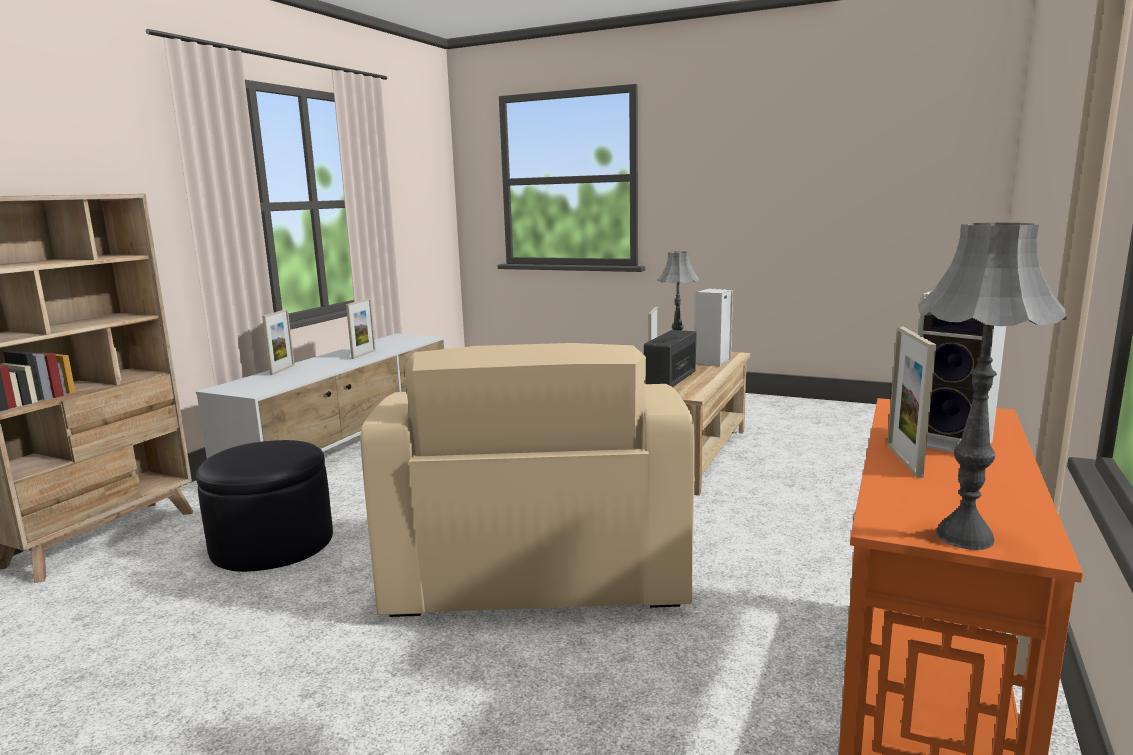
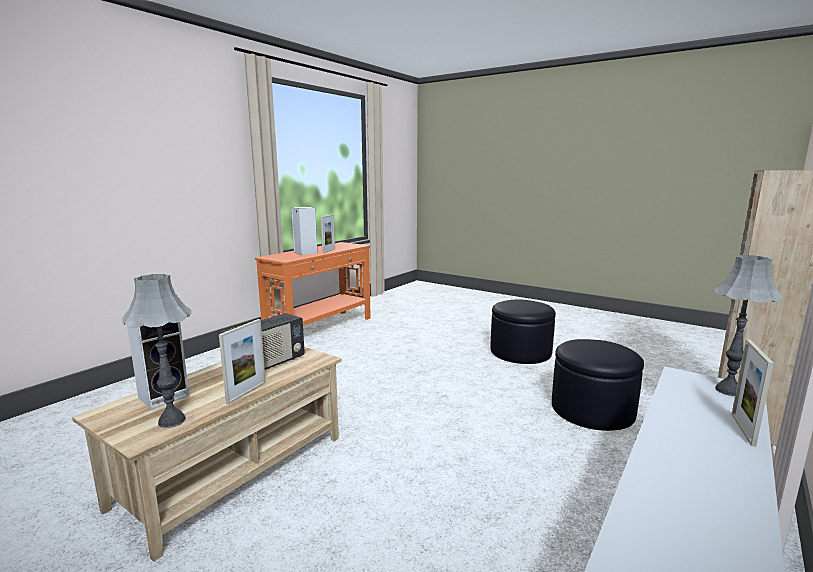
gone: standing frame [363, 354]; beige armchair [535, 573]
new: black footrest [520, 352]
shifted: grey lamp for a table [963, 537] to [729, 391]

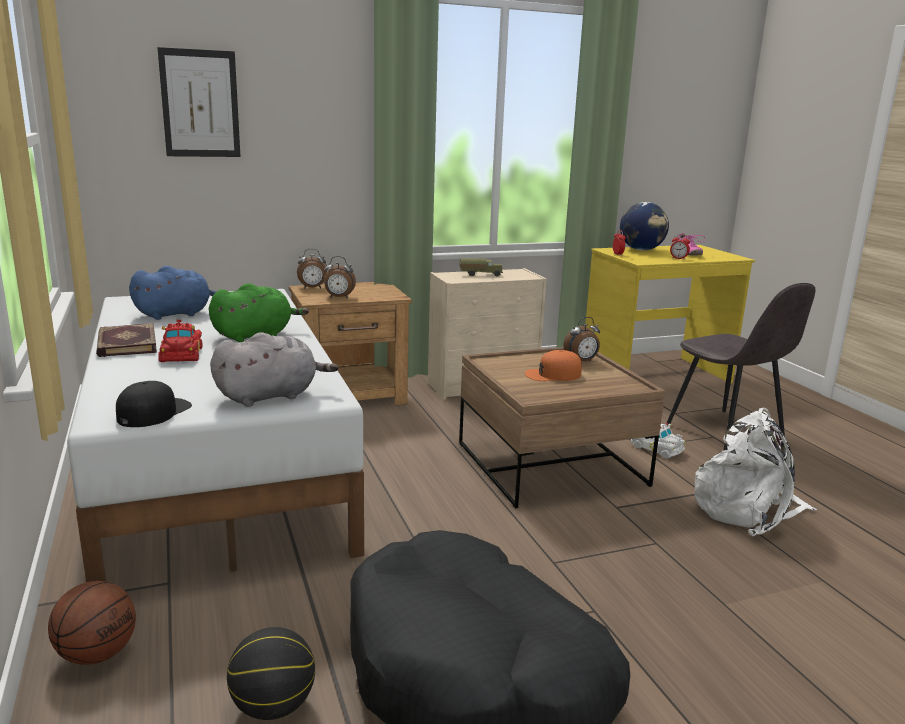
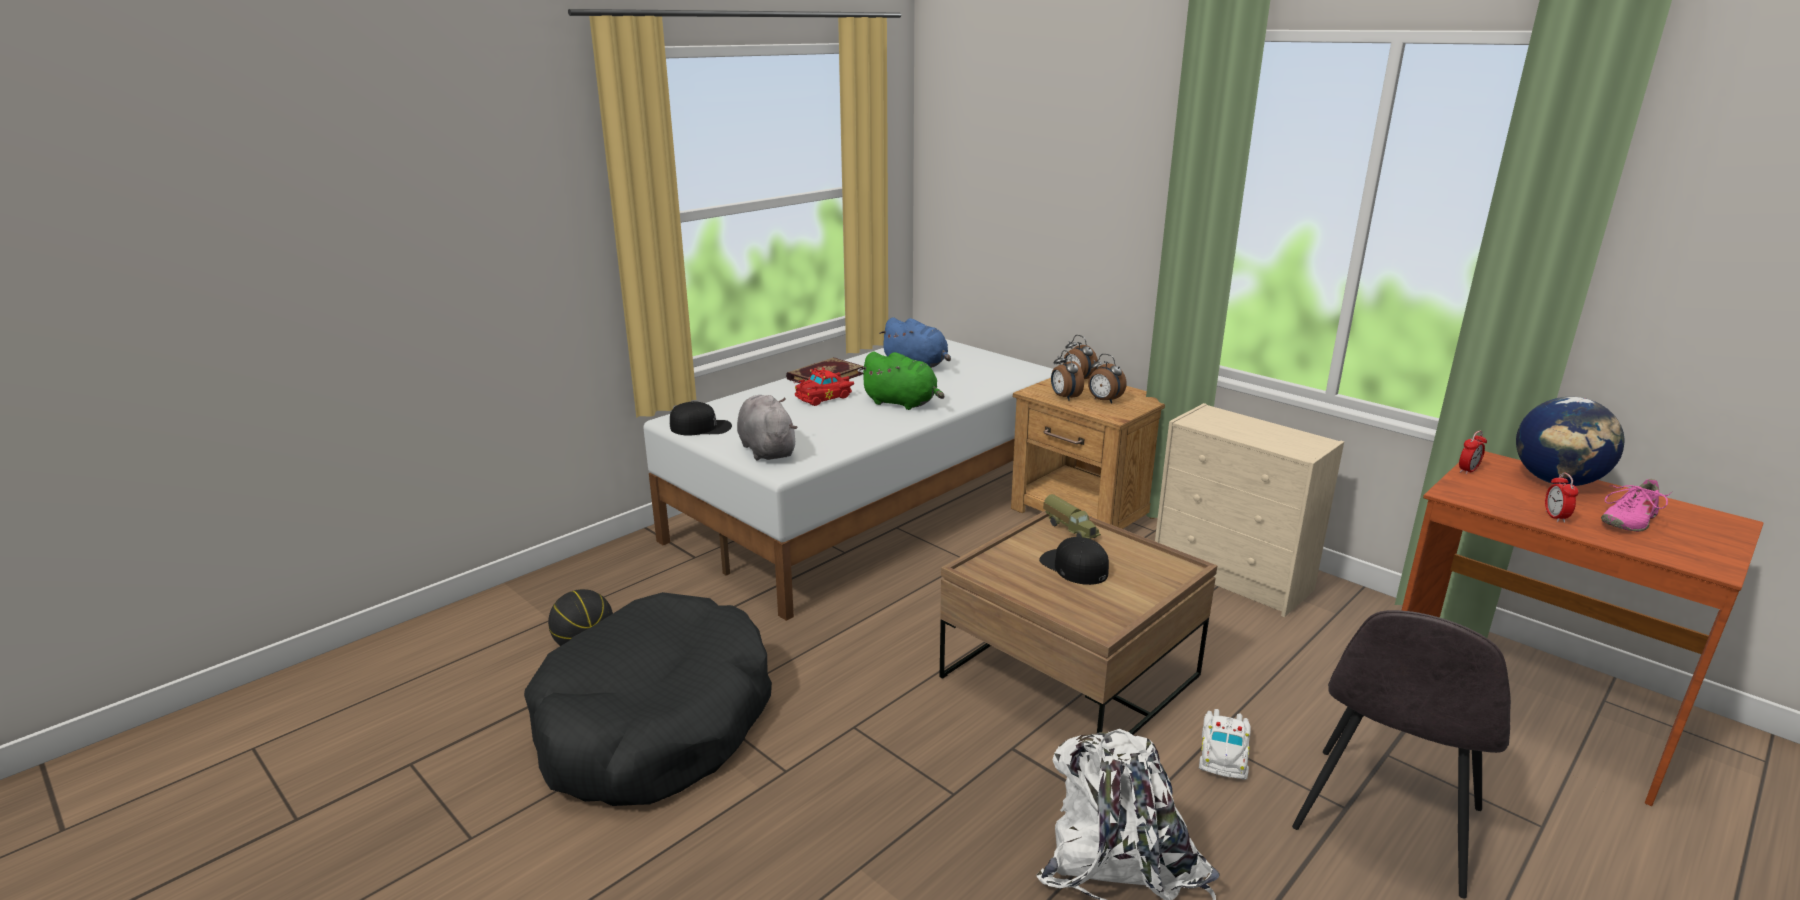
gone: basketball ball [97, 653]; wall art [200, 104]
shifted: toy lorry [480, 275] to [1070, 529]; table clock [581, 361] to [1103, 400]
repainted: orangey cap [553, 374] to black cap [1074, 566]; yellow desk table [656, 376] to brown desk table [1525, 710]
rotated: grey cuddly toy [271, 396] = [766, 449] 150 degrees counterclockwise

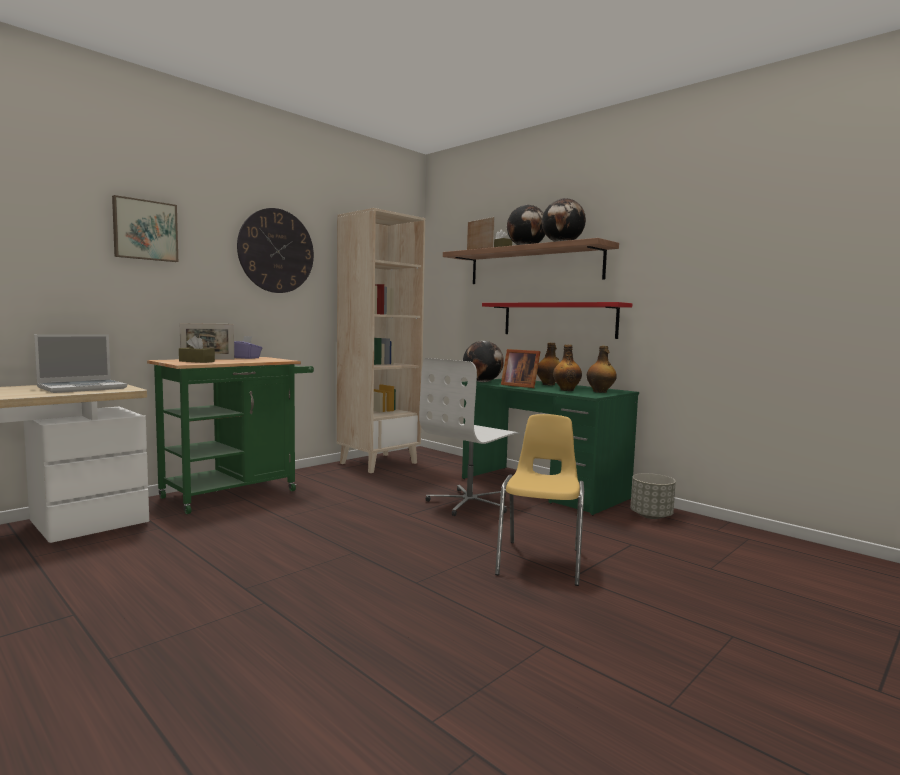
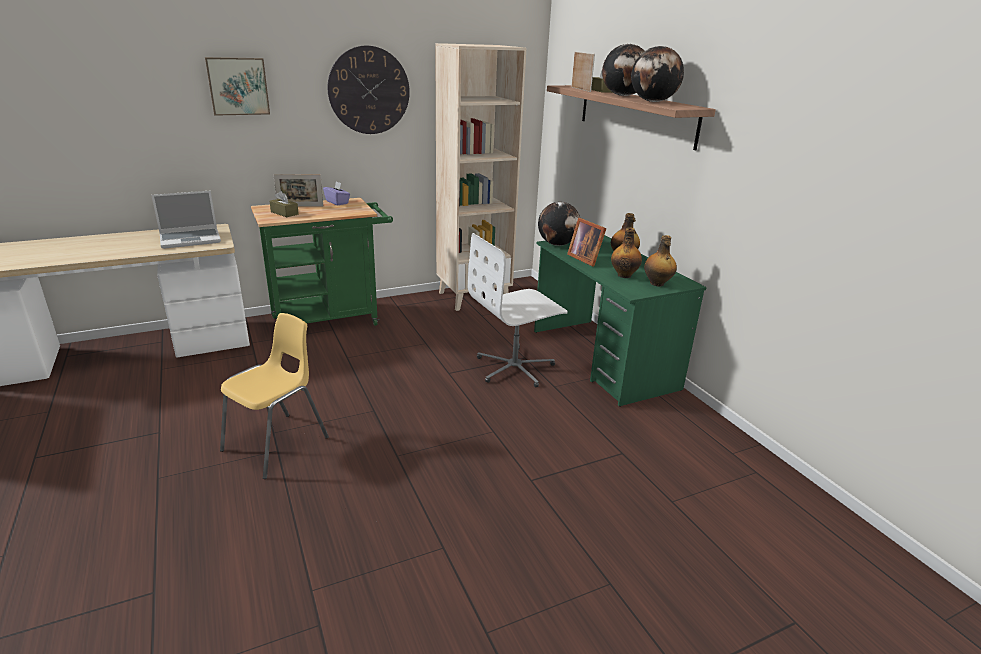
gone: reddish bracket shelf [558, 320]; grey flower pot [651, 516]
shifted: yellow upright chair [541, 561] to [277, 444]

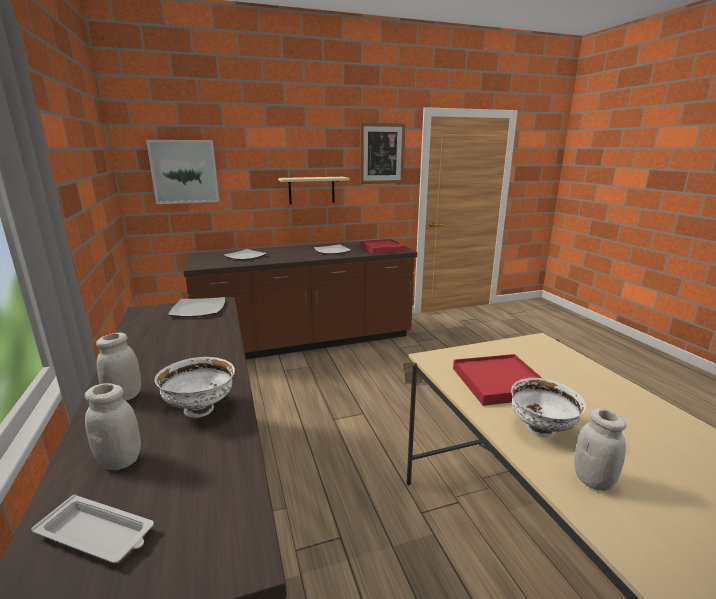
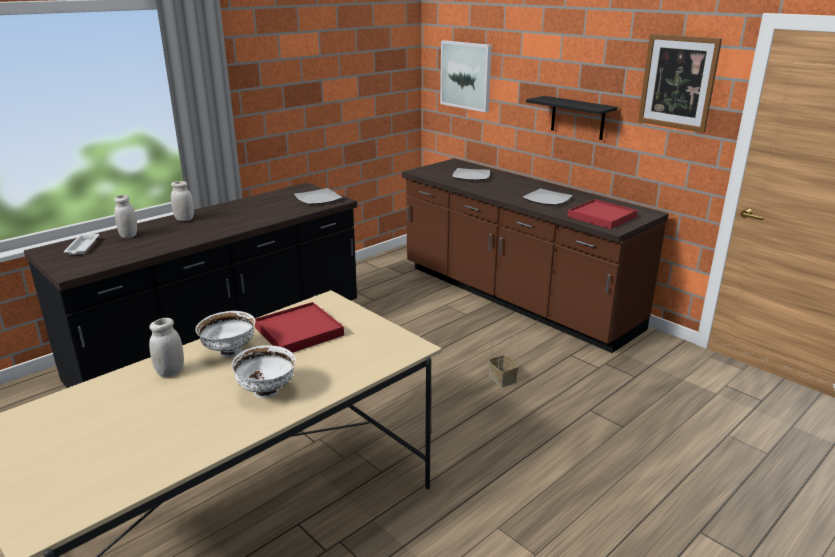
shifted: white serving bowl [200, 408] to [267, 391]
repainted: beige bracket shelf [311, 190] to black bracket shelf [577, 118]

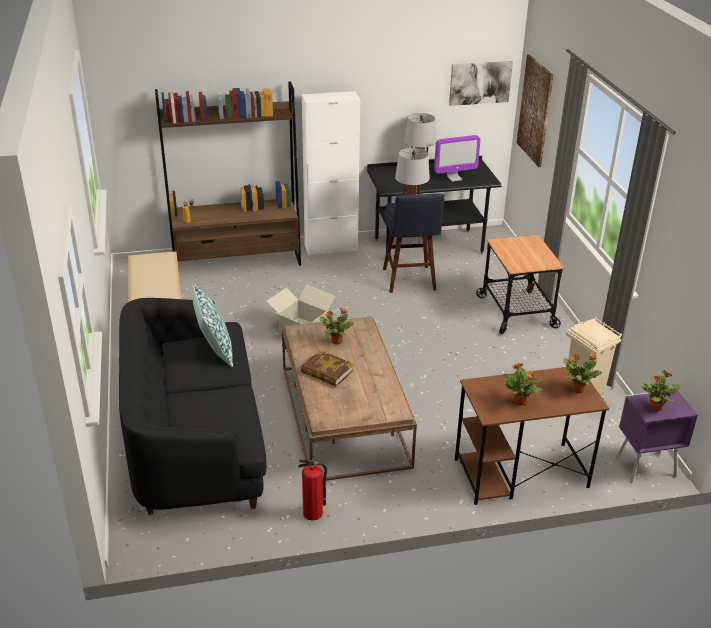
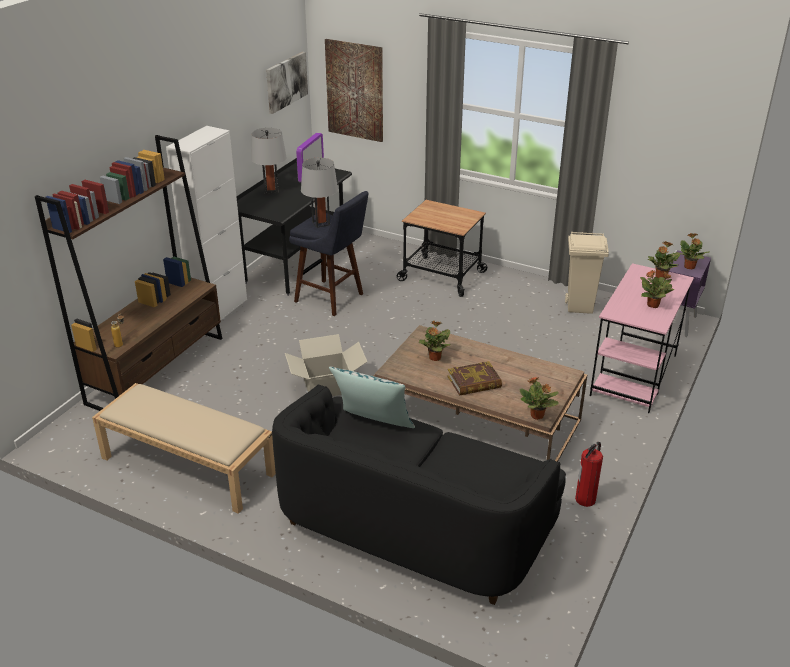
new: potted plant [537, 416]
repainted: brown desk table [519, 473] to pink desk table [633, 375]

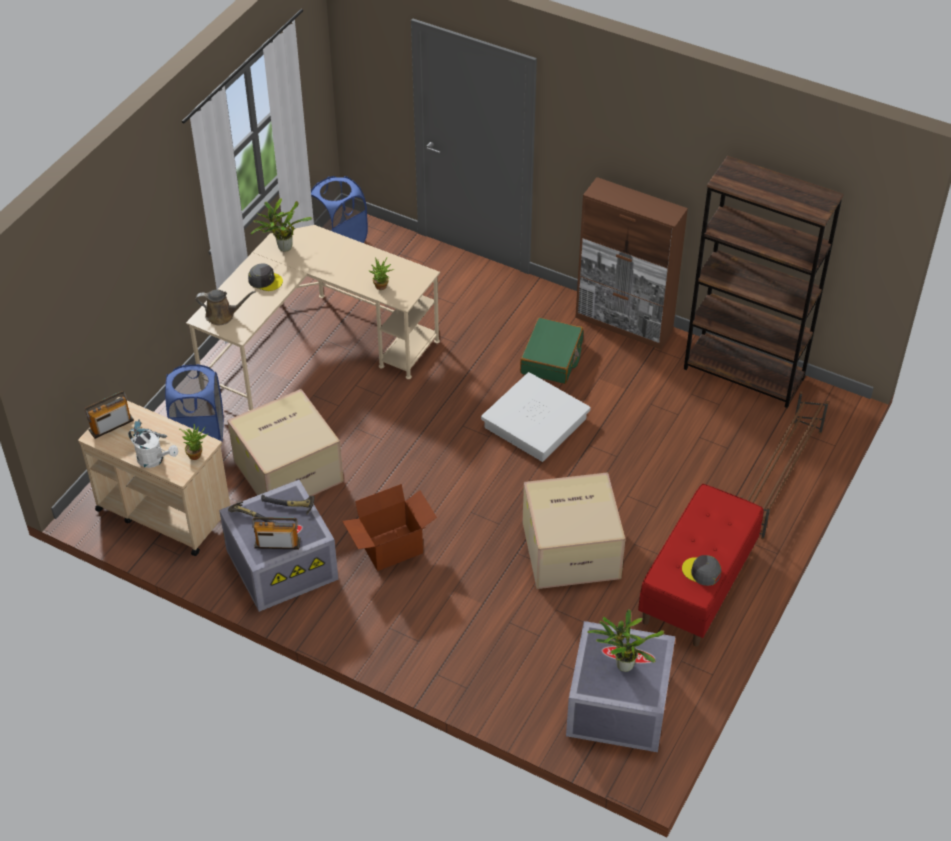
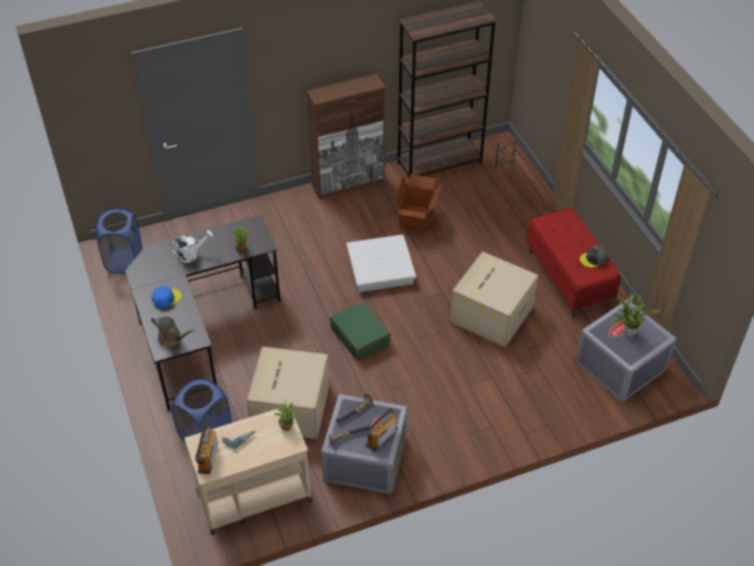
gone: potted plant [282, 247]
shifted: white watering can [154, 460] to [191, 255]; greenish suitcase [552, 358] to [360, 336]; cardboard box [392, 548] to [417, 218]
repainted: beige desk table [315, 346] to black desk table [199, 328]; grey cap [265, 280] to bluish cap [166, 298]
rotated: brown watering can [222, 315] = [172, 338] 75 degrees clockwise

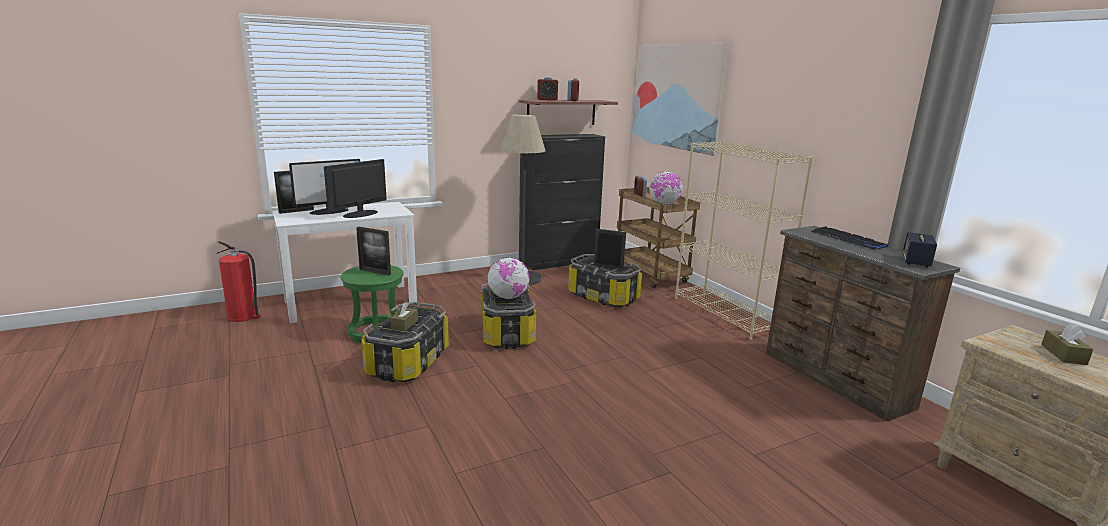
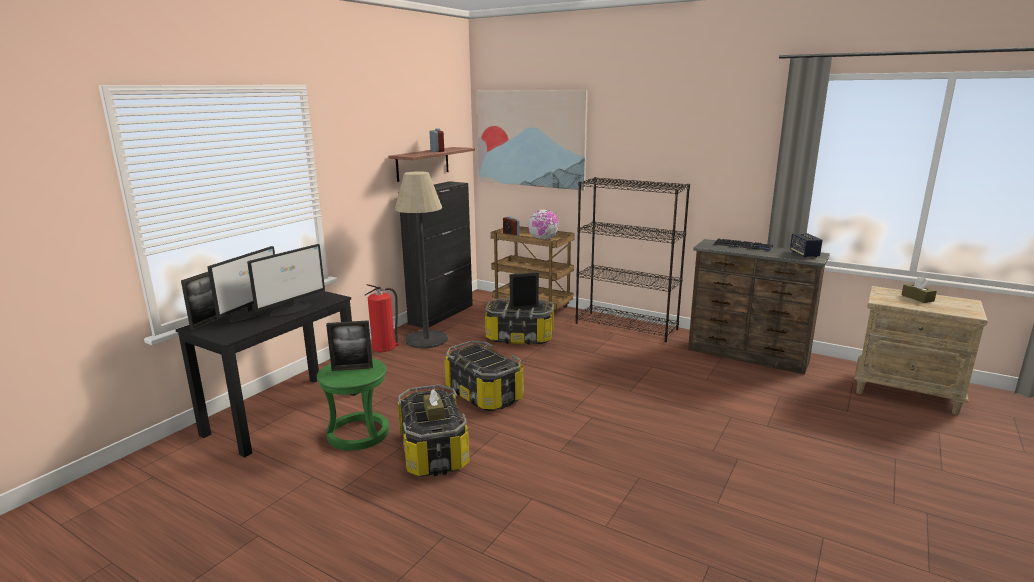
gone: globe [508, 297]; table clock [547, 100]
shifted: fire extinguisher [243, 316] to [384, 347]
repainted: white desk table [351, 302] to black desk table [284, 412]; beige shelving unit [726, 314] to black shelving unit [626, 326]
rotated: computer screen [359, 214] = [291, 309] 150 degrees counterclockwise

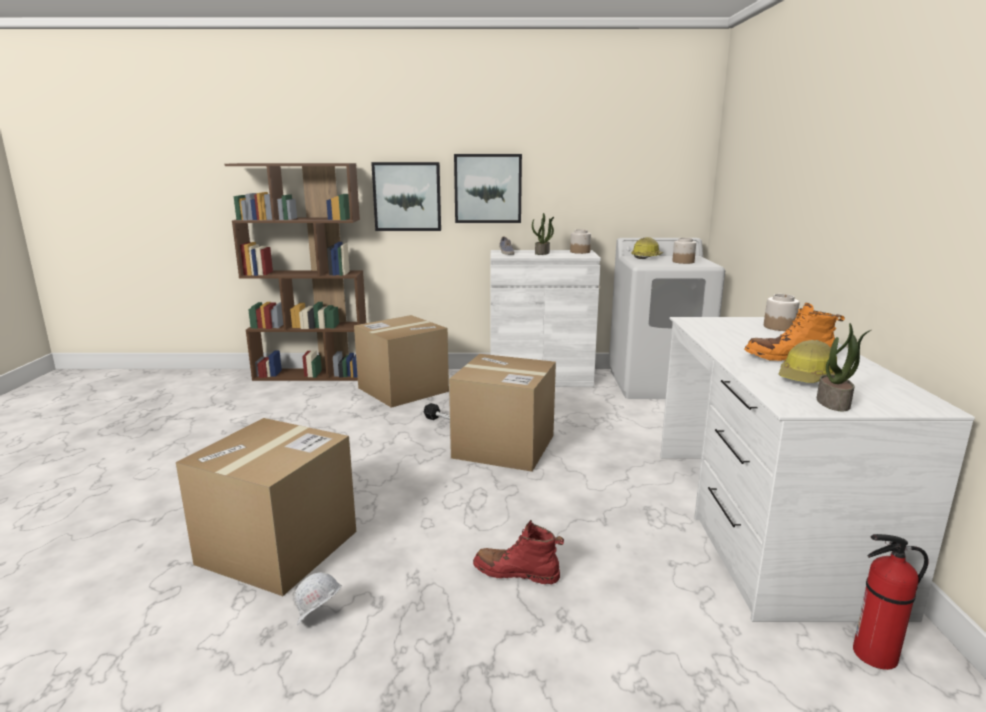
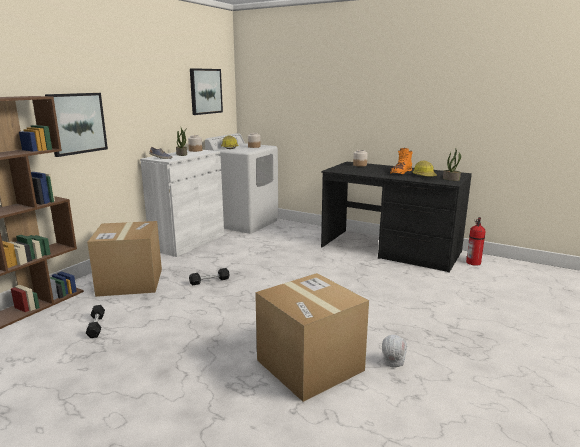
gone: cardboard box [504, 446]; reddish tall boot [516, 573]
new: black dumbbell [96, 326]
shifted: wall art [488, 188] to [205, 91]
repainted: white desk table [761, 522] to black desk table [390, 249]

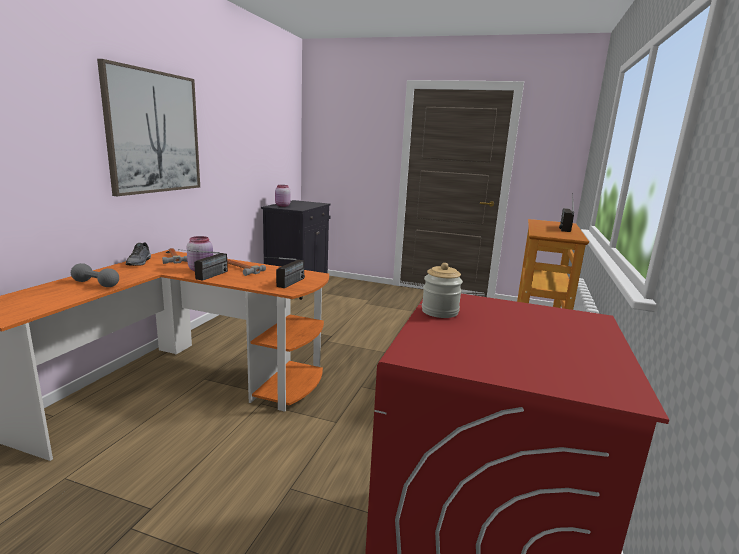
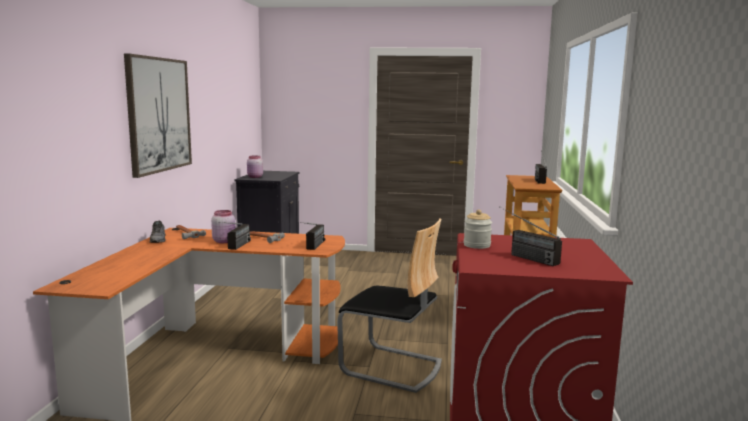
gone: grey dumbbell [96, 284]
new: upright chair [392, 367]; radio [523, 256]

